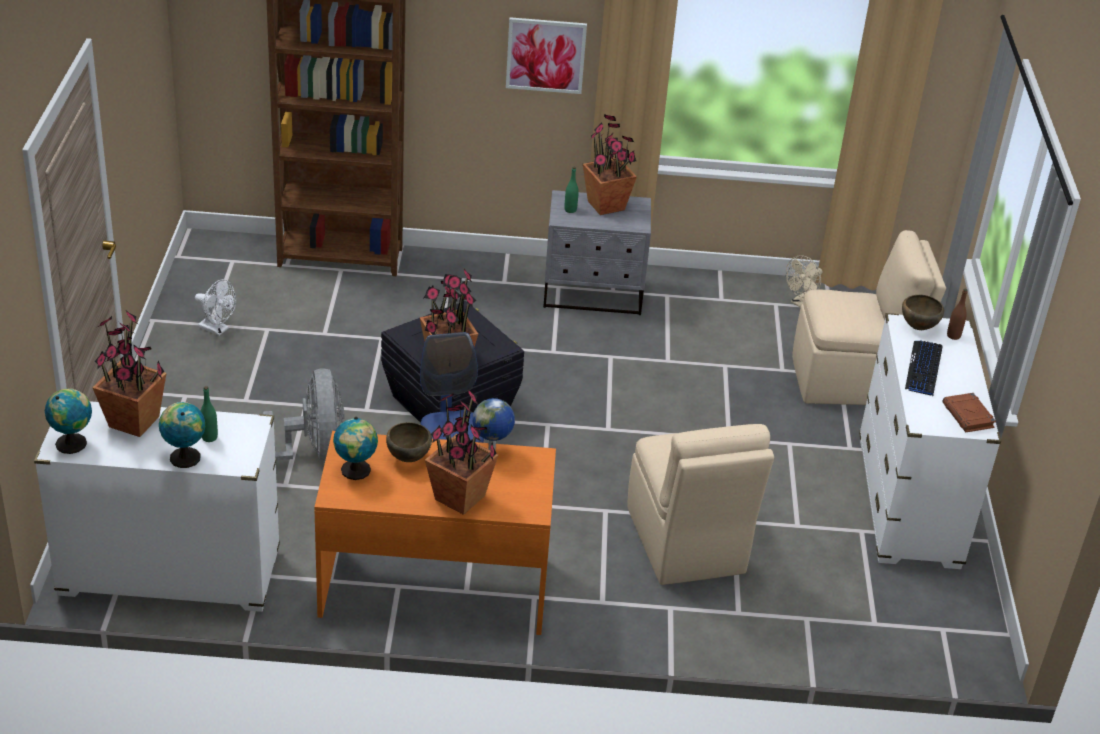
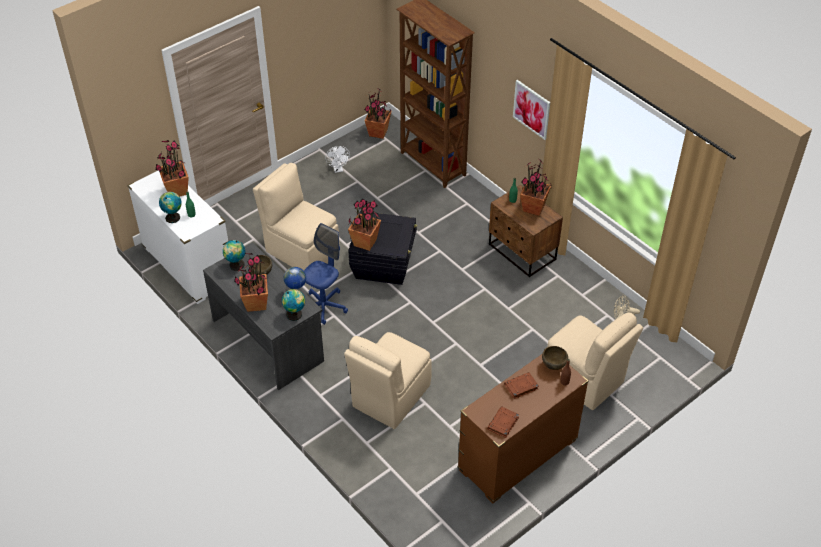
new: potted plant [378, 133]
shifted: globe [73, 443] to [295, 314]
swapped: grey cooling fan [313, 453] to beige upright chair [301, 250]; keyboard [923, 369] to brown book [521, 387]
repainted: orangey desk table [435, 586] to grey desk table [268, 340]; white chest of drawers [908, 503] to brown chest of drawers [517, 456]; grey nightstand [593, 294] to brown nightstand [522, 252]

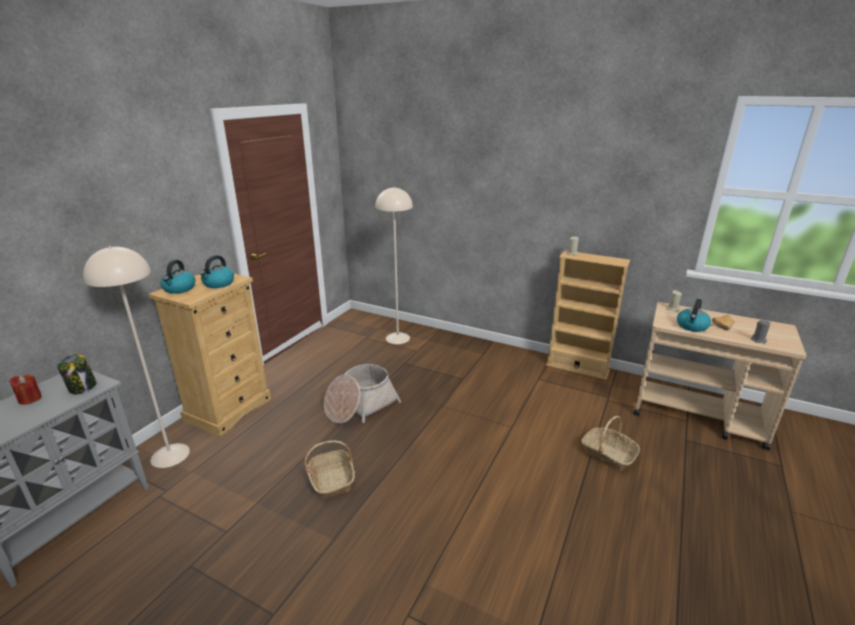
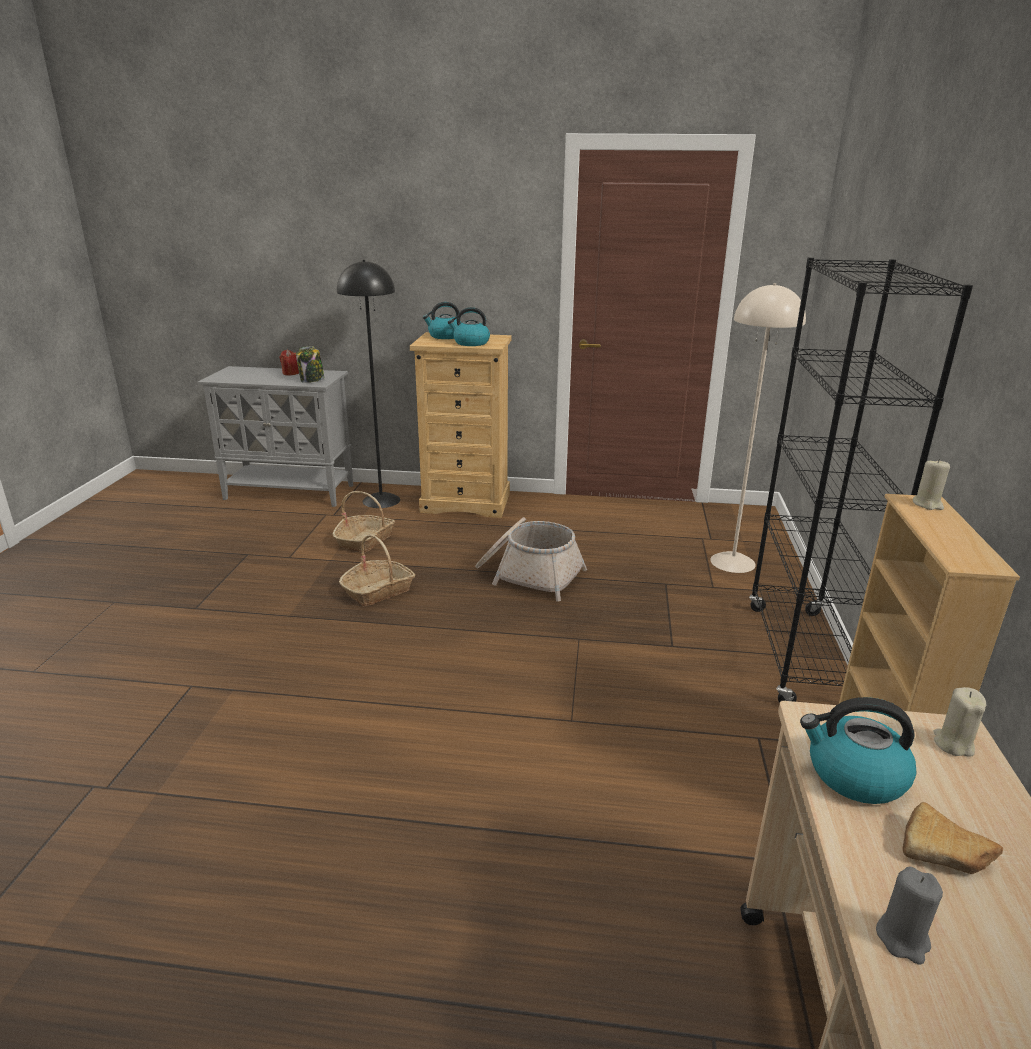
new: black shelving unit [800, 656]
shifted: household basket [608, 454] to [365, 540]
repainted: beige floor lamp [170, 455] to black floor lamp [381, 500]

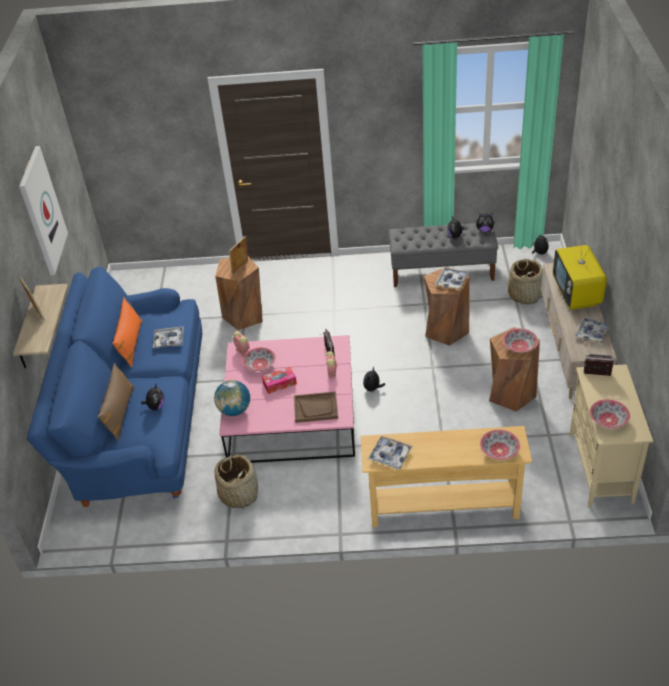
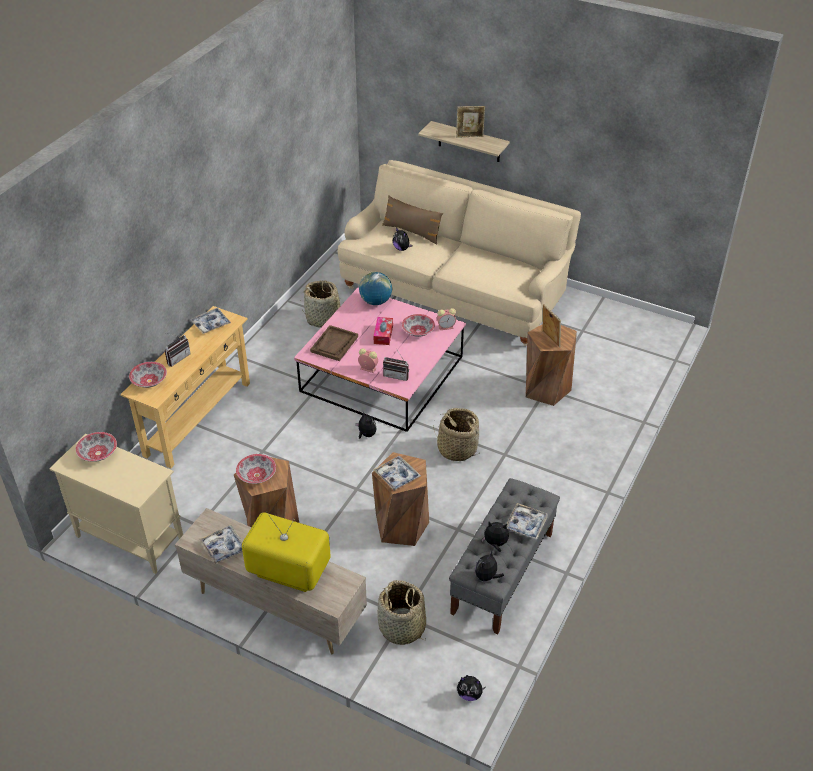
gone: wall art [42, 211]; orangey cushion [131, 343]
new: household basket [457, 449]
shifted: radio [596, 375] to [177, 358]; tray [169, 340] to [526, 524]
repainted: bluish sofa [138, 418] to beige sofa [455, 291]

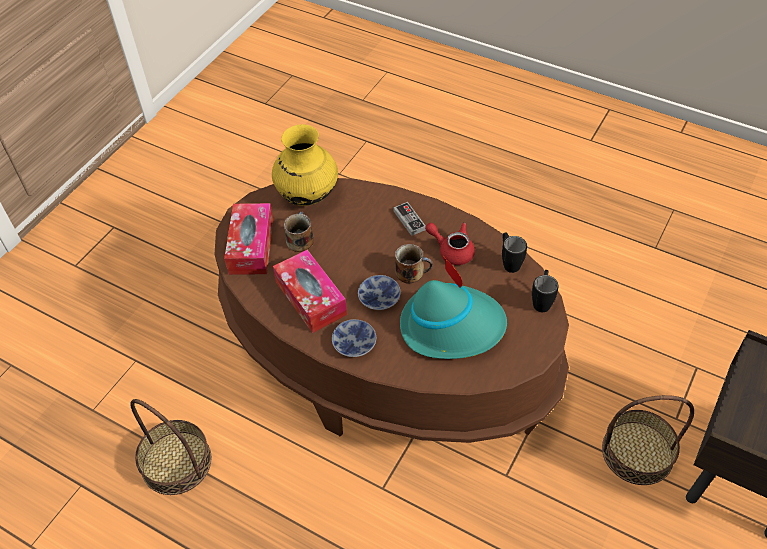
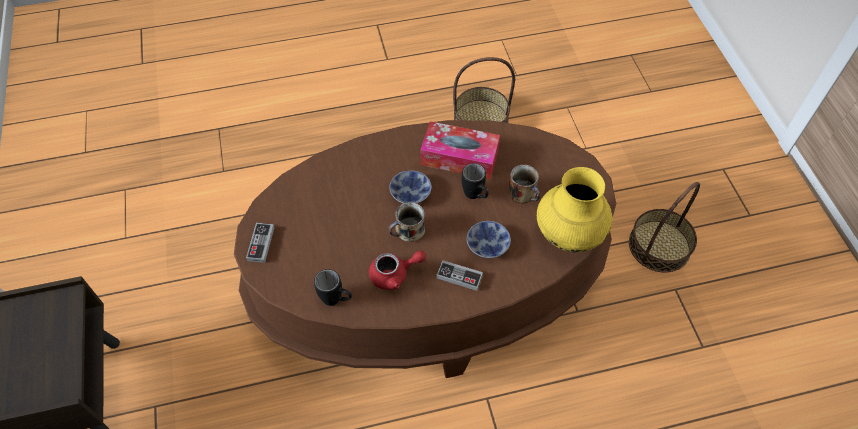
gone: tissue box [251, 246]; turquoise hat [452, 326]
new: game controller [261, 244]
shifted: black tea mug [542, 300] to [475, 196]; serving bowl [353, 343] to [489, 244]; household basket [637, 453] to [659, 245]

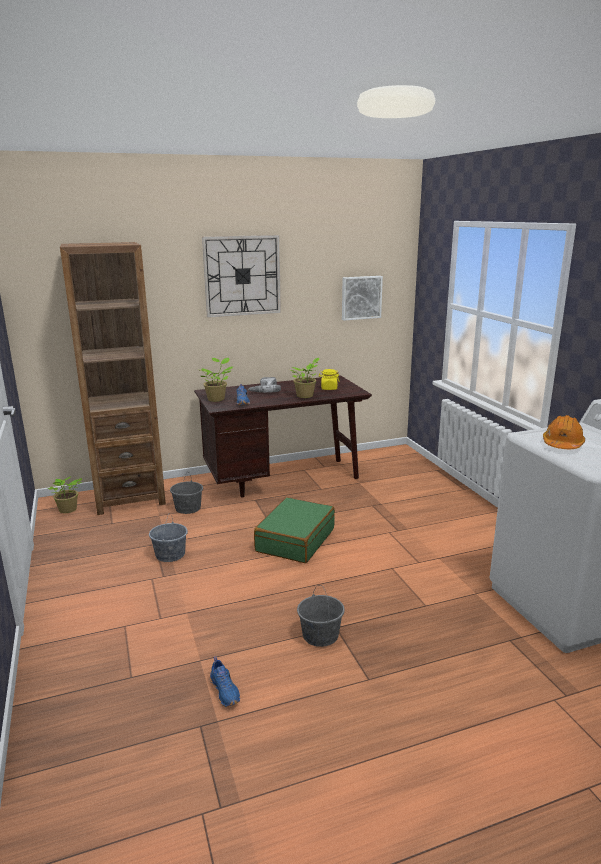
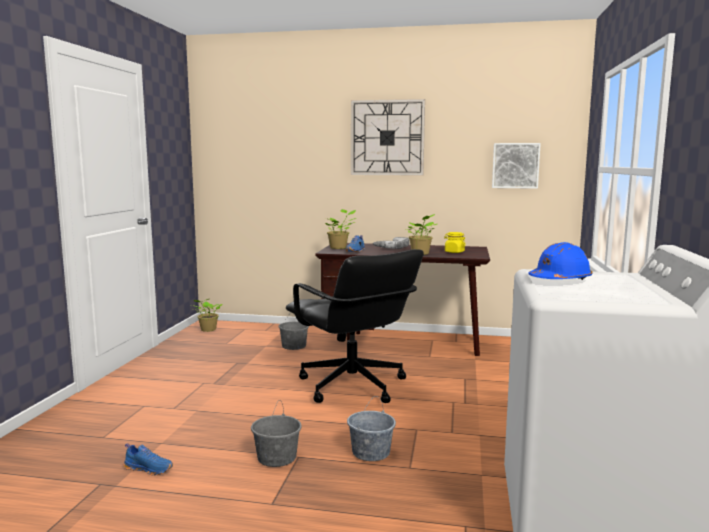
gone: brown shelving unit [129, 497]
shifted: grey bucket [170, 554] to [371, 452]
swapped: greenish suitcase [295, 540] to black computer chair [352, 386]
repainted: orangey safety helmet [562, 444] to bluish safety helmet [560, 280]
rotated: bluish low shoe [225, 691] = [149, 469] 75 degrees counterclockwise

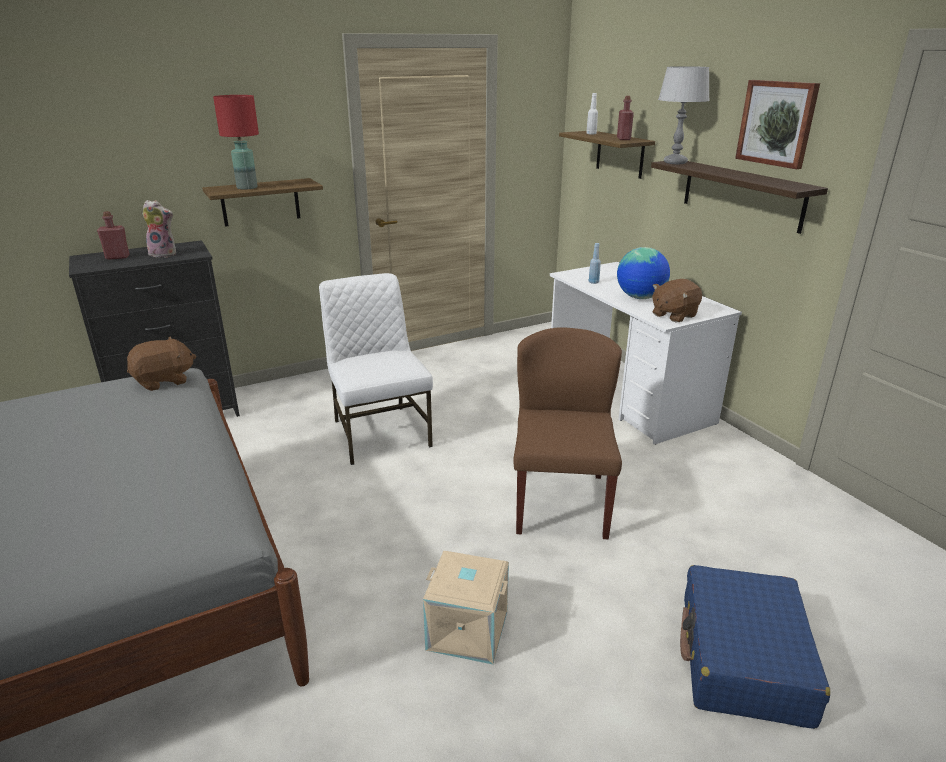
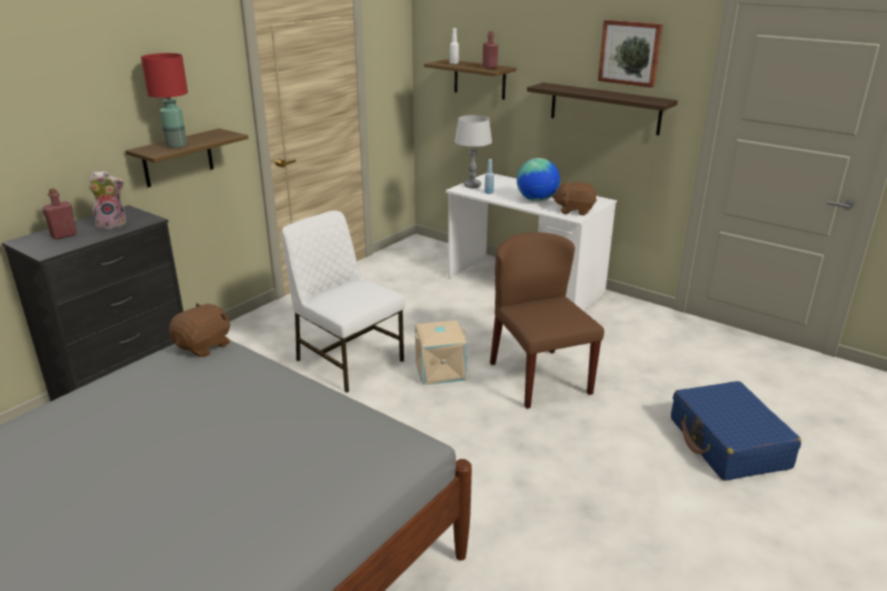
shifted: beige storage bin [468, 629] to [440, 370]; grey lamp for a table [675, 162] to [472, 185]
rotated: brown cuddly toy [673, 315] = [574, 210] 75 degrees clockwise

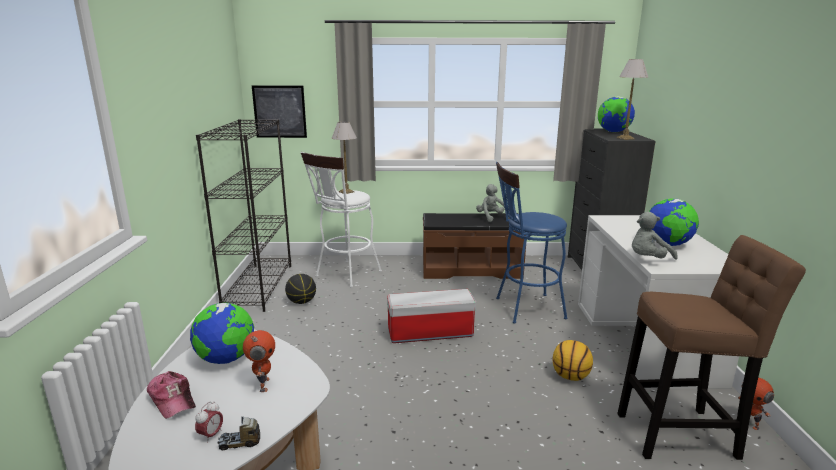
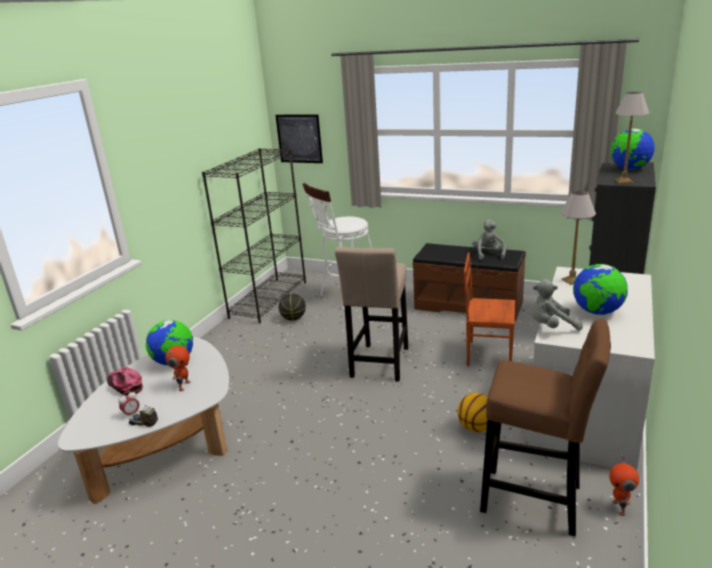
shifted: lamp for a table [346, 192] to [571, 280]
swapped: storage bin [429, 333] to beige sitting stool [379, 364]; bluish sitting stool [524, 308] to brown upright chair [488, 354]
rotated: cap [173, 400] = [125, 385] 150 degrees clockwise

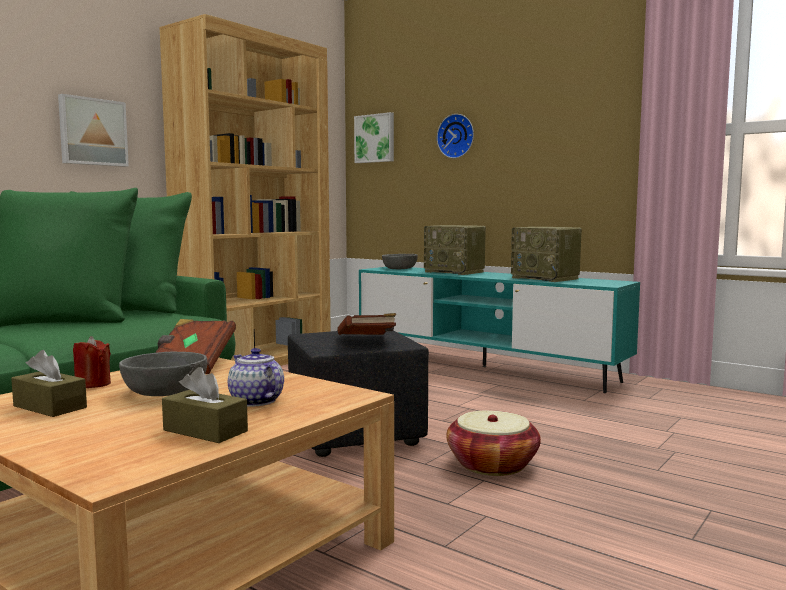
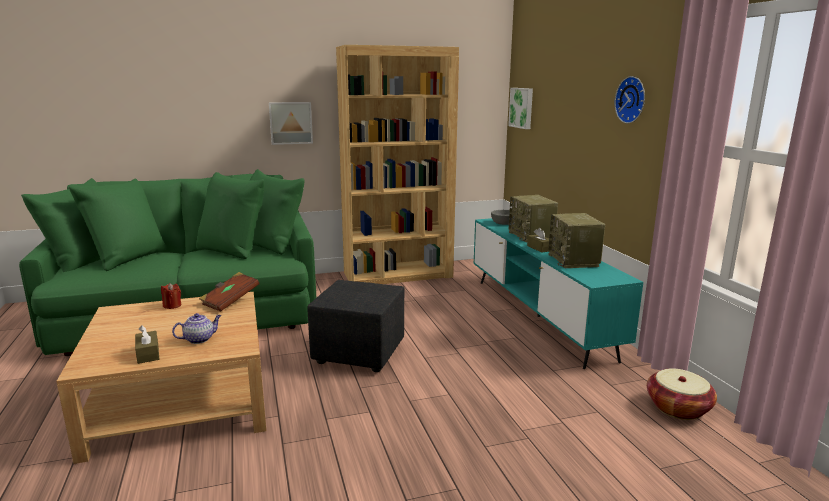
gone: grey serving bowl [165, 391]; brown book [367, 341]
shifted: brown tissue box [50, 407] to [539, 248]; hanging clock [457, 136] to [632, 100]; household basket [492, 464] to [678, 408]
rotated: pot for tea [255, 401] = [199, 339] 60 degrees clockwise

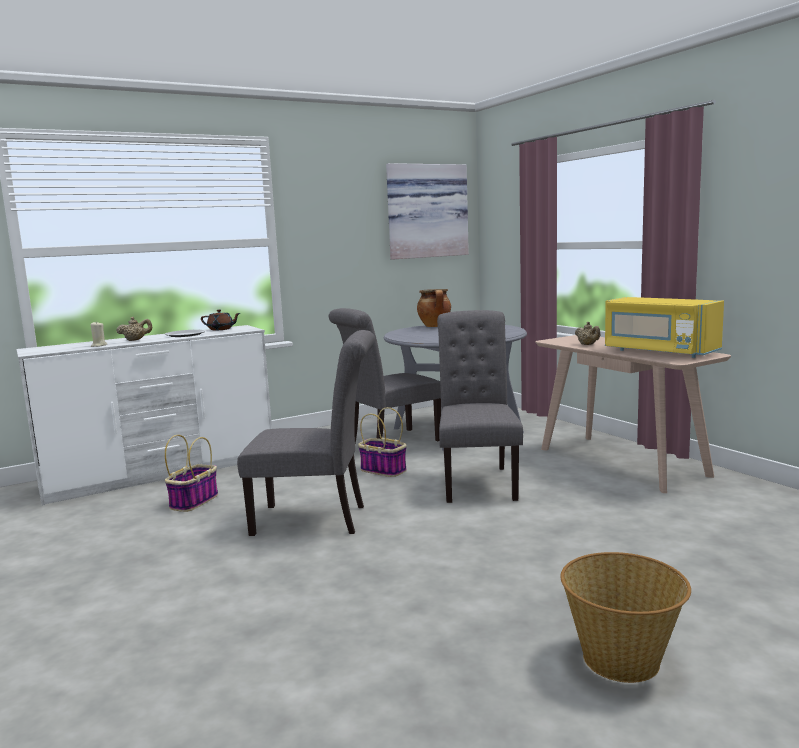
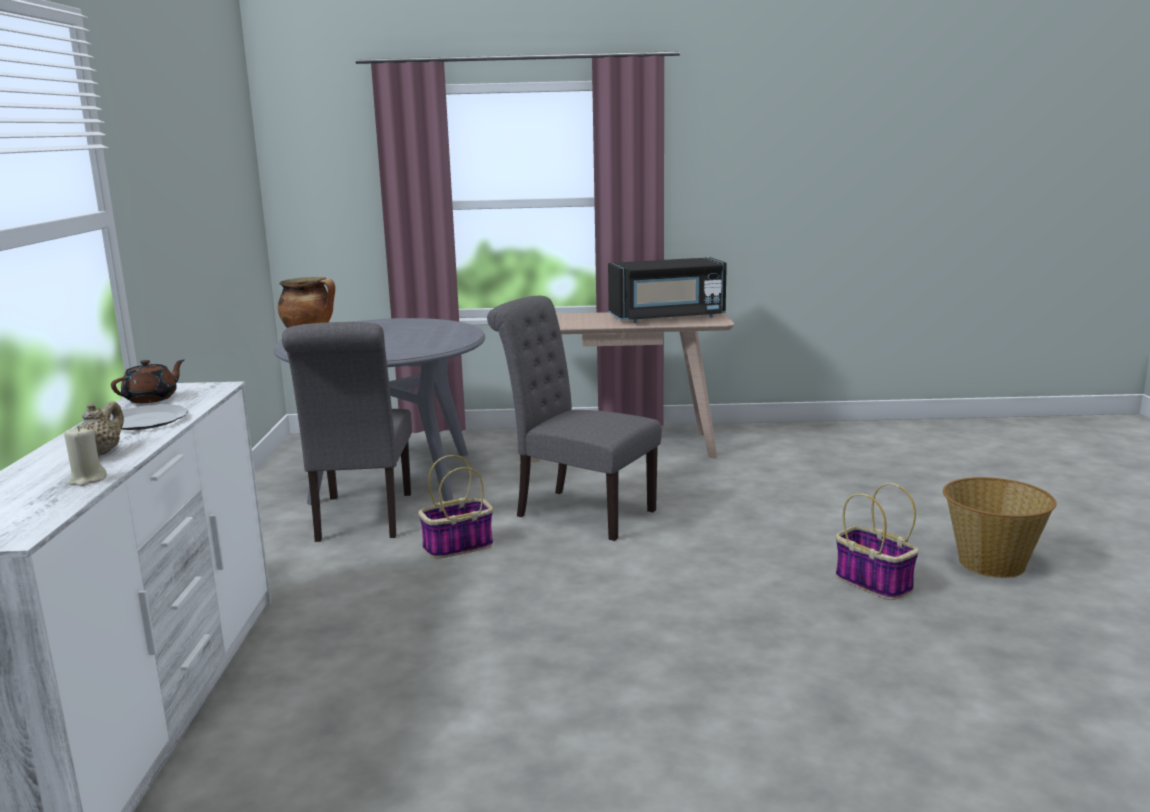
gone: grey upright chair [317, 519]; wall art [426, 211]; beige pot for tea [587, 345]
shifted: household basket [194, 501] to [872, 582]
repainted: yellow microwave oven [659, 352] to black microwave oven [667, 317]

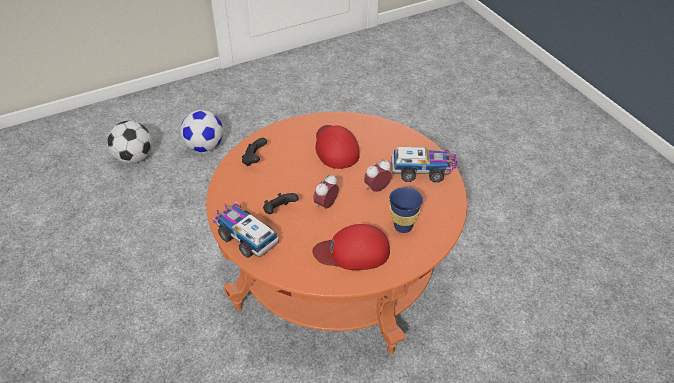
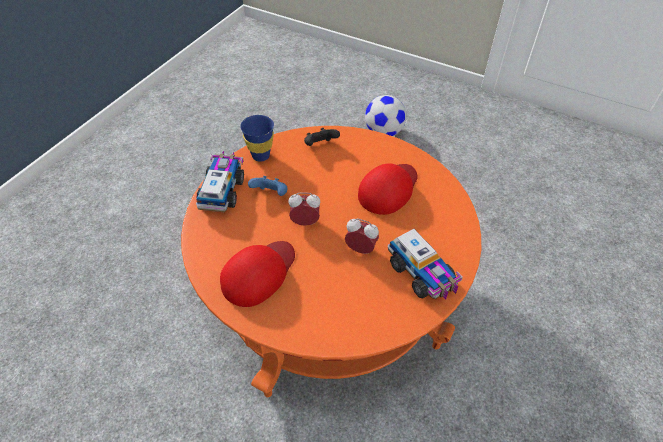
gone: football ball [134, 158]
shifted: bluish small cup [403, 226] to [260, 156]
repainted: black game controller [279, 211] to bluish game controller [271, 194]
rotated: reddish cap [353, 252] = [259, 273] 75 degrees clockwise

